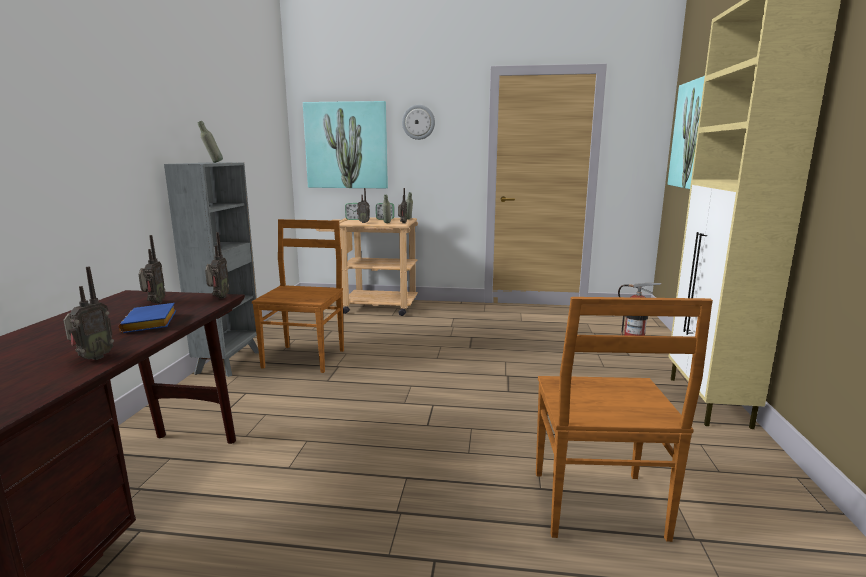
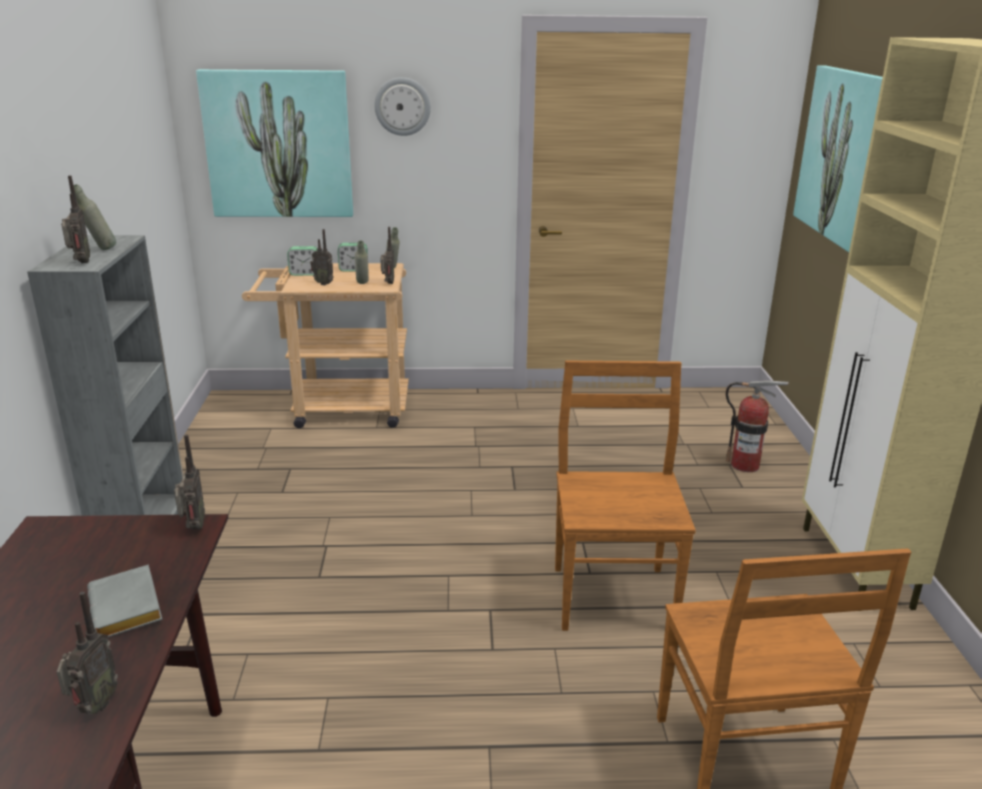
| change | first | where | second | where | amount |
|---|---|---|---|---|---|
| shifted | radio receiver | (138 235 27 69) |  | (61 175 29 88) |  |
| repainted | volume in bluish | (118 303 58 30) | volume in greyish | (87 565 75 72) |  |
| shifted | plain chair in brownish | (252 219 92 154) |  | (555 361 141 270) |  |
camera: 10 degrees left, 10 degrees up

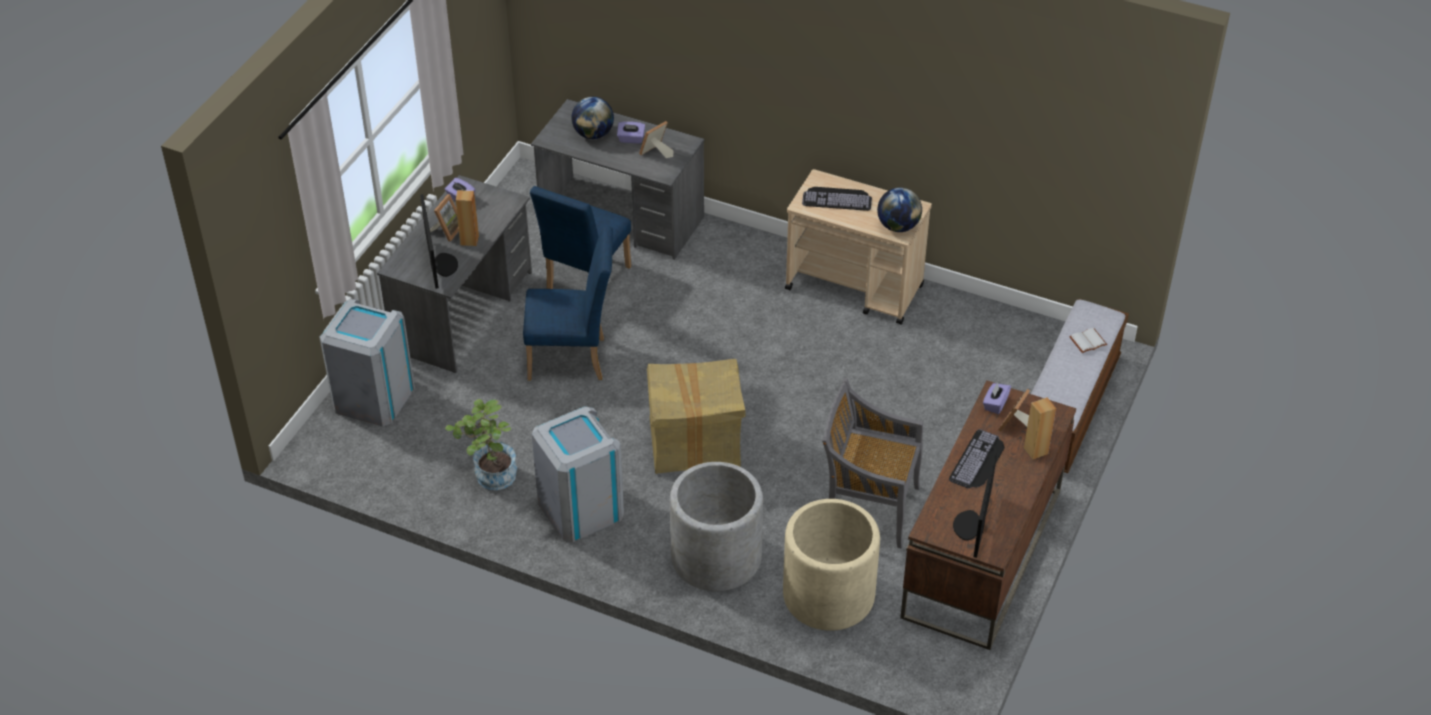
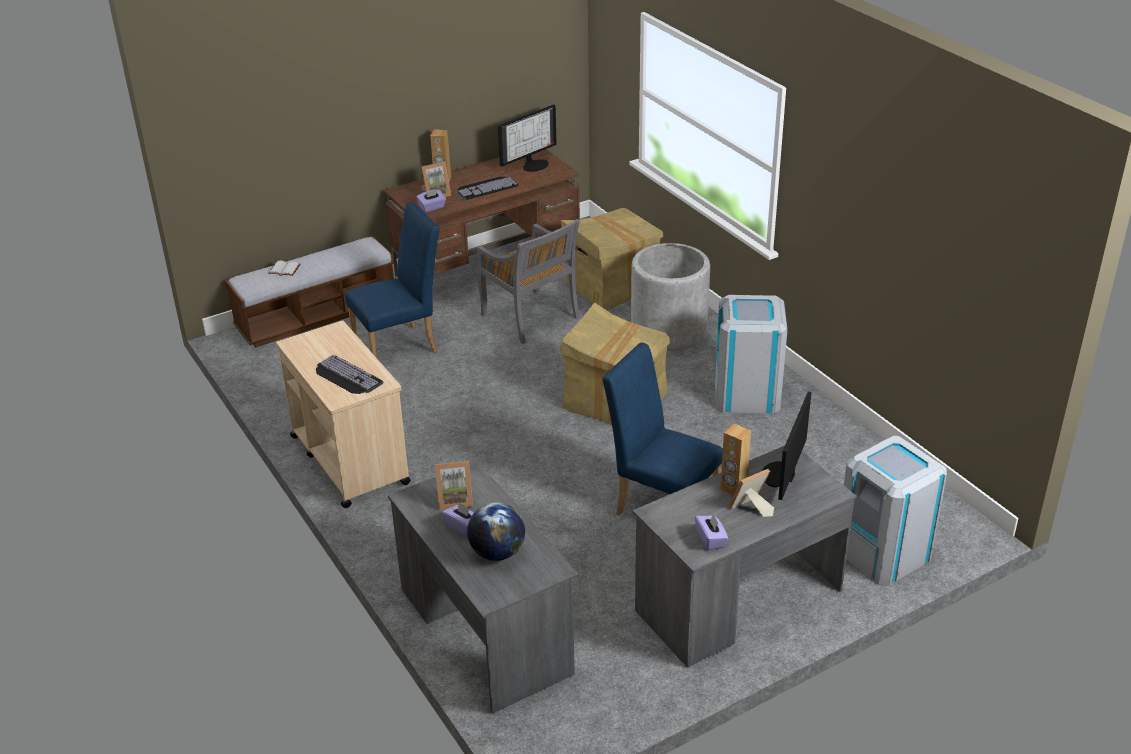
| change | first | where | second | where | amount |
|---|---|---|---|---|---|
| shifted | plain chair in bluish | (530 186 101 103) |  | (345 202 95 155) |  |
| swapped | planter in beige-coloured | (783 499 97 132) | carton | (560 208 103 102) |  |
| gone | houseplant | (445 399 72 91) |  |  |  |
| gone | world globe | (877 188 45 44) |  |  |  |
camera: 145 degrees left, 10 degrees down

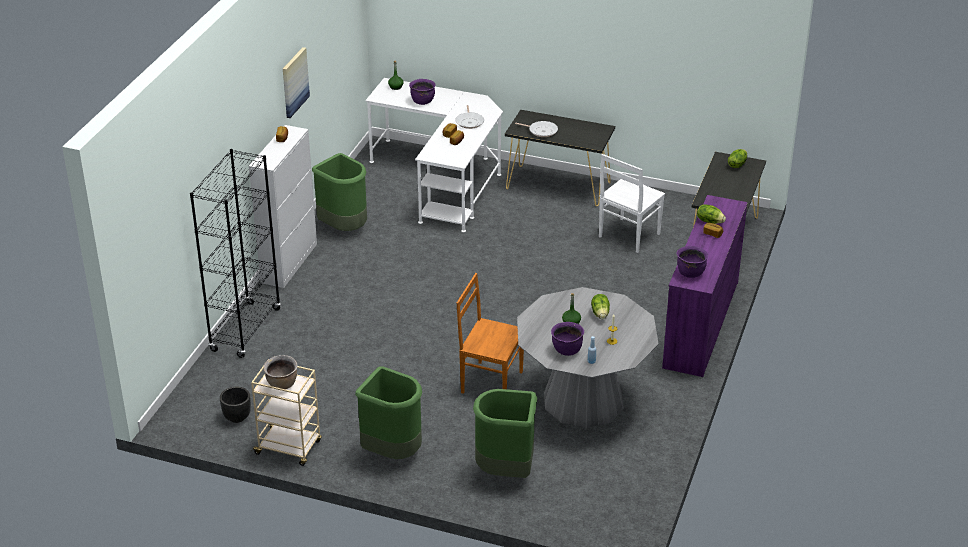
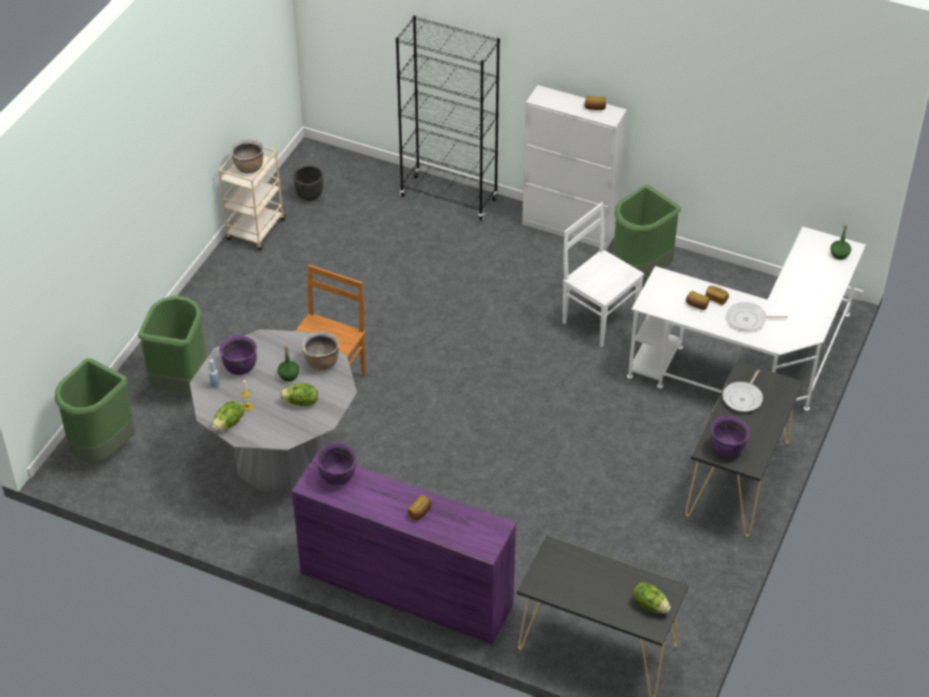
| change | first | where | second | where | amount |
|---|---|---|---|---|---|
| shifted | trash can in greenish | (355 366 67 93) |  | (55 358 80 104) |  |
| shifted | lettuce head | (697 204 29 20) |  | (212 401 32 30) |  |
| new |  |  | stockpot in brownish | (302 331 37 40) |  |
| shifted | plain chair in white-coloured | (599 154 66 99) |  | (563 202 81 145) |  |
| shifted | stockpot in purple | (409 79 27 26) |  | (711 416 39 41) |  |
| gone | wall picture | (283 47 27 71) |  |  |  |
camera: 95 degrees right, 10 degrees up

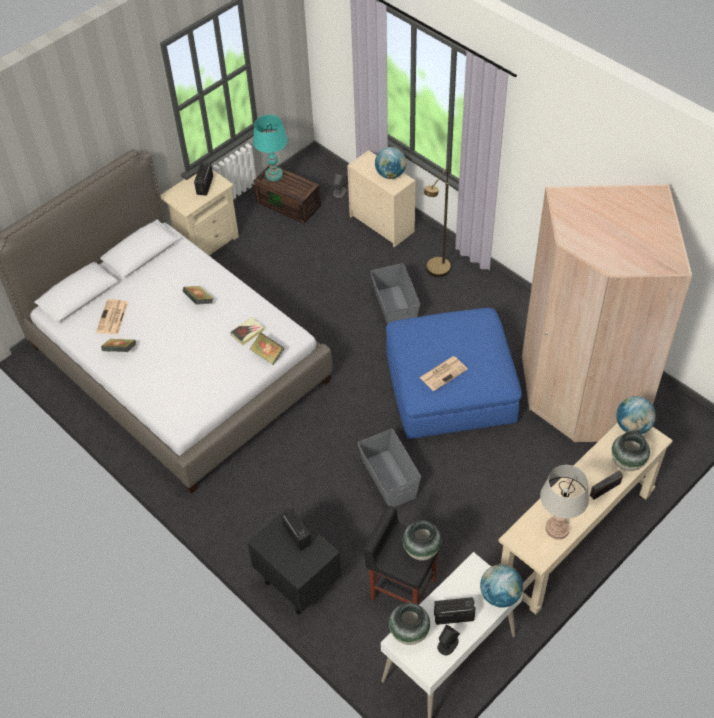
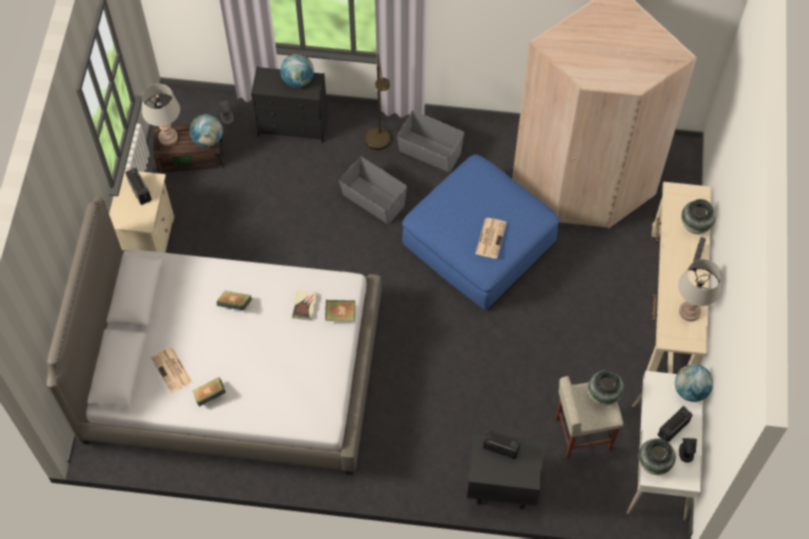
| change | first | where | second | where | amount |
|---|---|---|---|---|---|
| repainted | tabletop lamp in turquoise | (253 115 35 66) | tabletop lamp in greyish | (142 84 38 62) |  |
| shifted | world globe | (616 396 40 38) |  | (190 114 33 33) |  |
| repainted | drawer chest in beige-coloured | (347 150 69 97) | drawer chest in blackish | (251 67 77 76) |  |
| shifted | storage box in greyish | (358 429 63 78) |  | (397 110 67 63) |  |
| repainted | sitting stool in blackish | (363 506 78 99) | sitting stool in beige-coloured | (556 376 67 82) |  |
camera: 40 degrees left, 10 degrees up

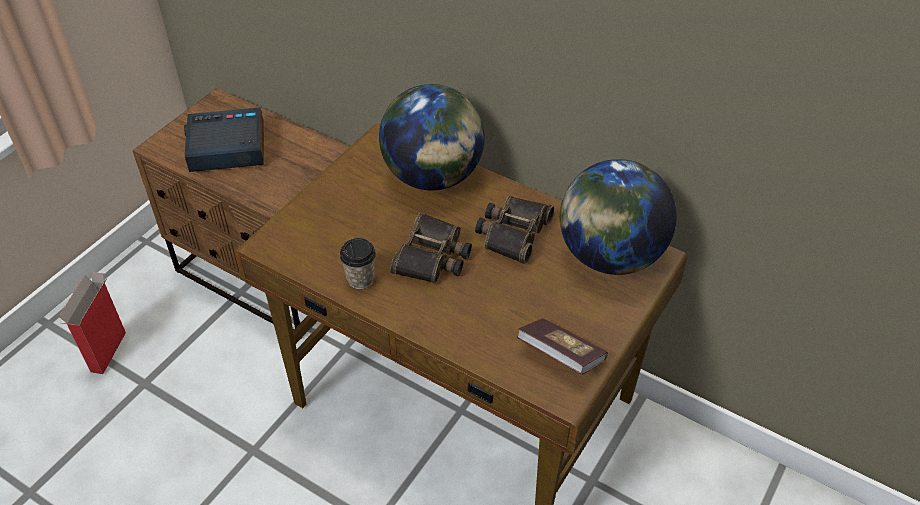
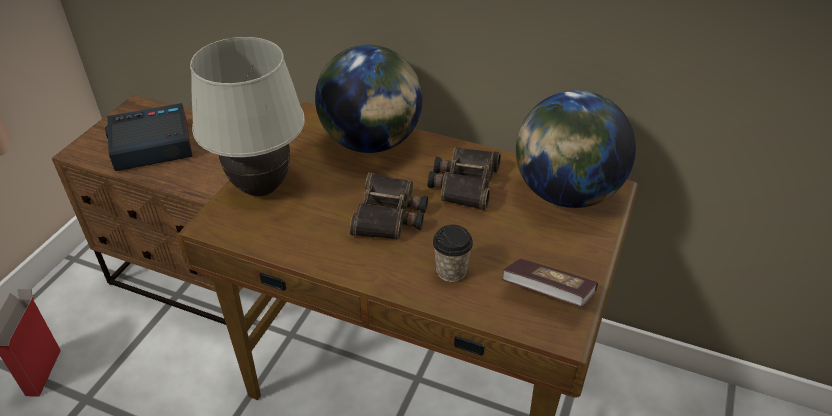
| change | first | where | second | where | amount |
|---|---|---|---|---|---|
| new |  |  | tabletop lamp in white-coloured | (190 37 115 159) |  |
| shifted | drinking cup | (340 238 36 51) |  | (433 225 40 57) |  |
camera: 10 degrees left, 5 degrees down

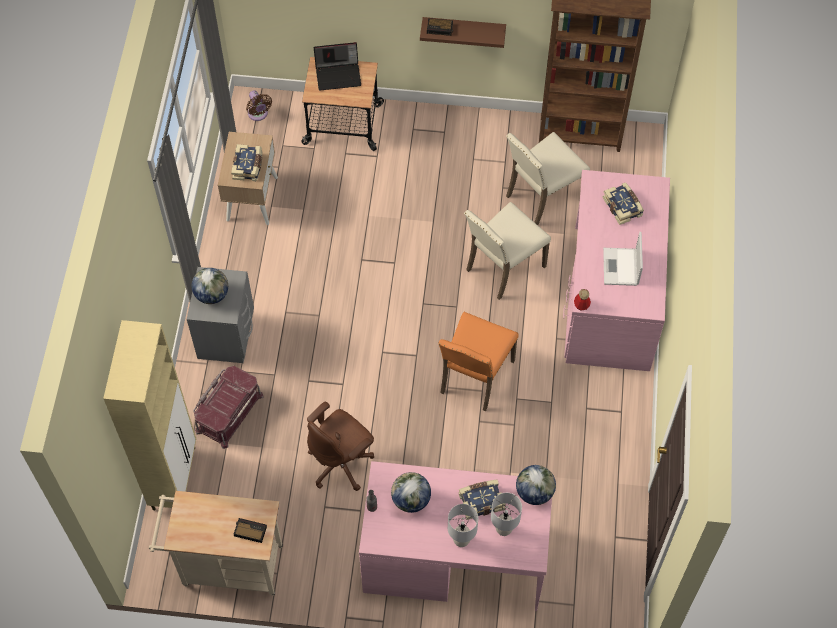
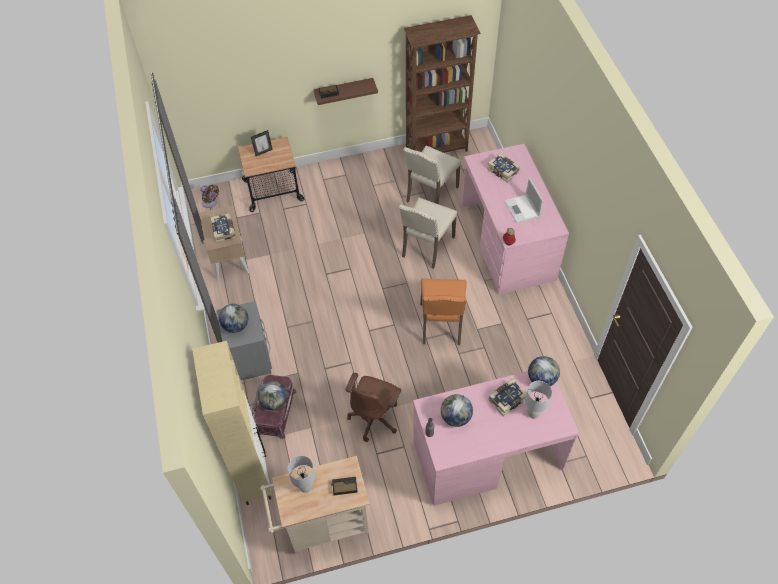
| change | first | where | second | where | amount |
|---|---|---|---|---|---|
| swapped | laptop | (314 42 47 49) | picture frame | (251 130 22 26) |  |
| new |  |  | world globe | (258 381 29 29) |  |
| shifted | tabletop lamp in greyish | (448 504 30 43) |  | (288 456 27 37) |  |
camera: 20 degrees left, 5 degrees down

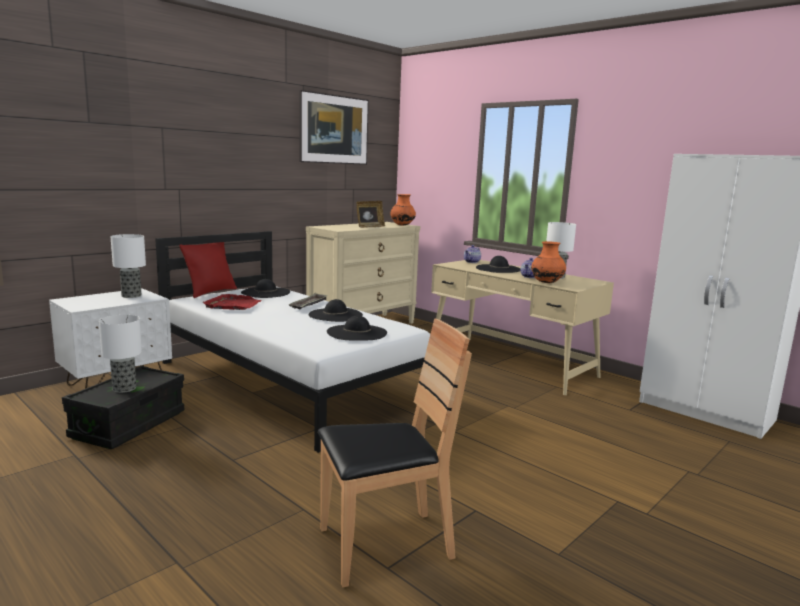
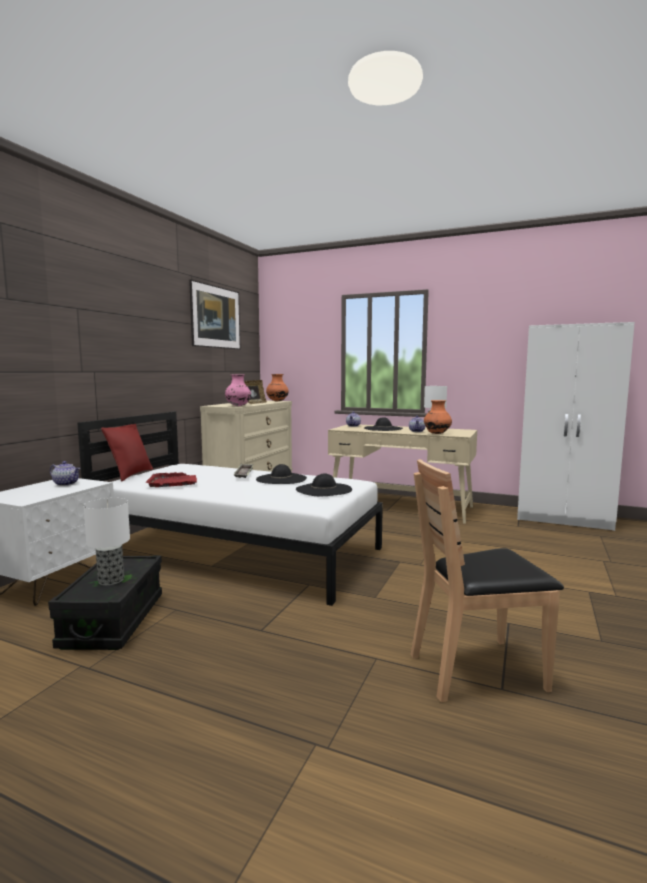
| change | first | where | second | where | amount |
|---|---|---|---|---|---|
| swapped | tabletop lamp | (110 234 36 64) | pot for tea | (50 461 30 25) |  |
| new |  |  | decorative vase in pink-coloured | (225 374 26 32) |  |
| rotated | plain chair in brownish | (318 318 154 269) |  | (411 459 153 243) | 150 degrees counterclockwise |
| gone | wearable hat in blackish | (241 279 49 19) |  |  |  |
camera: 20 degrees left, 5 degrees down

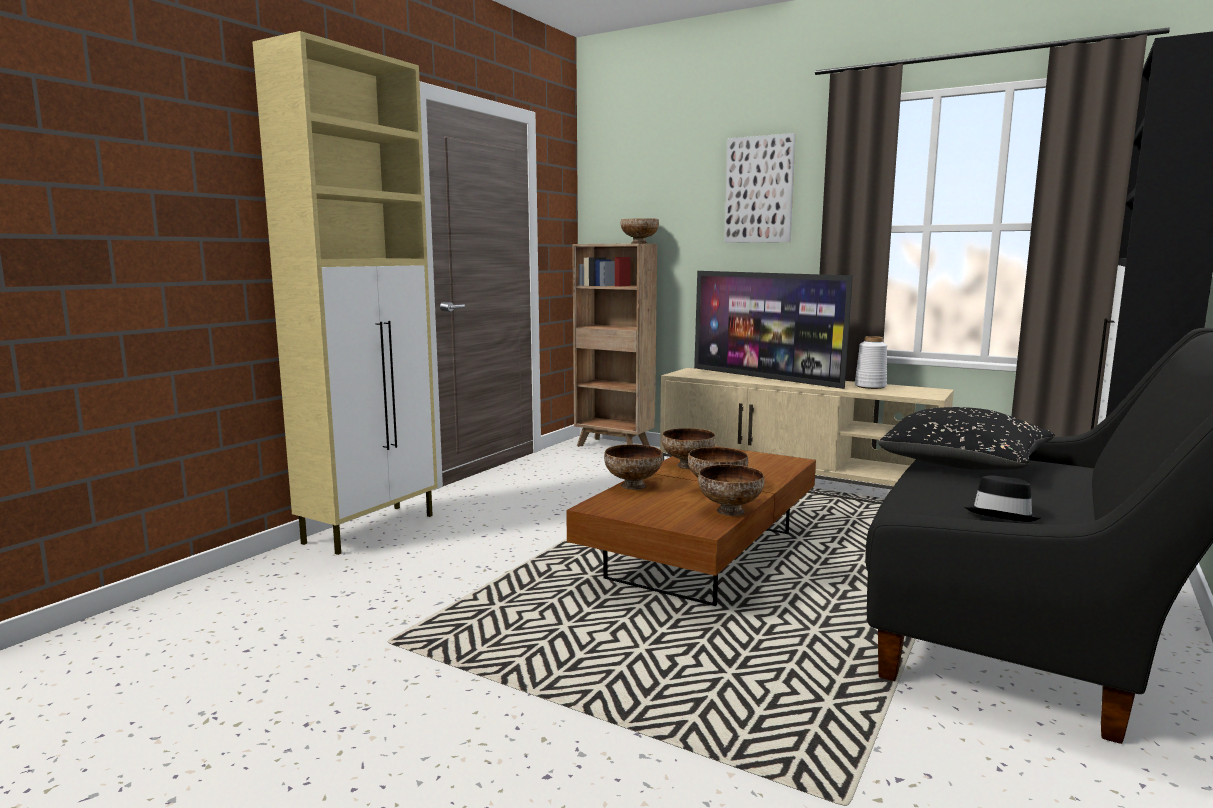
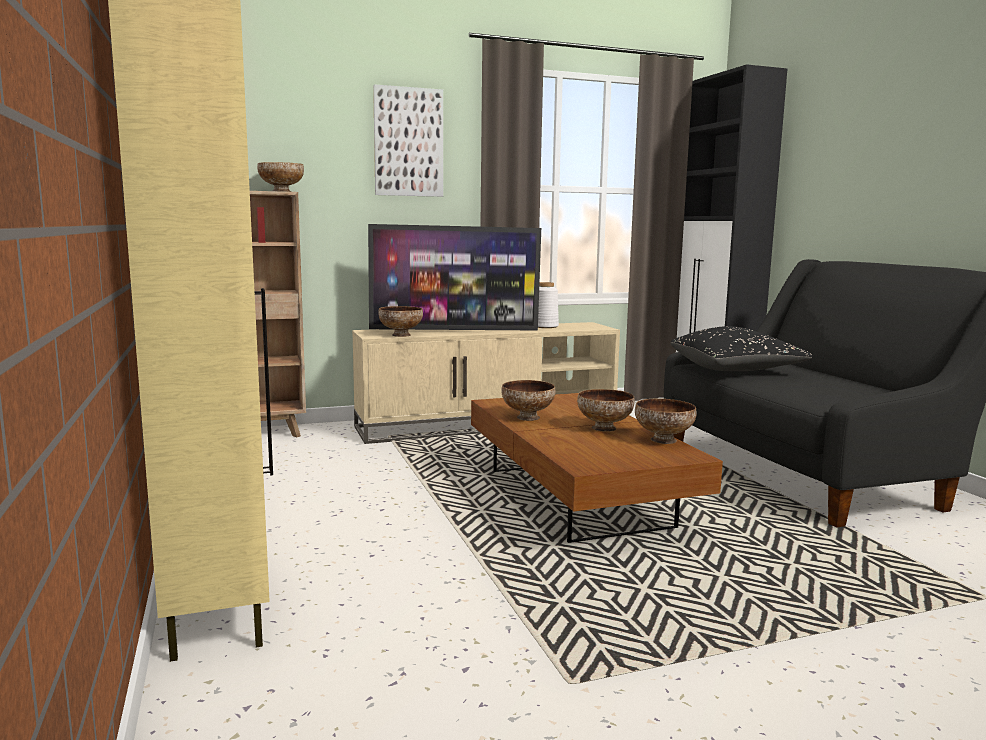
| change | first | where | second | where | amount |
|---|---|---|---|---|---|
| shifted | deep dish | (604 444 59 46) |  | (378 306 45 31) |  |
| gone | wearable hat in blackish | (965 476 76 46) |  |  |  |
camera: 50 degrees left, 0 degrees up

